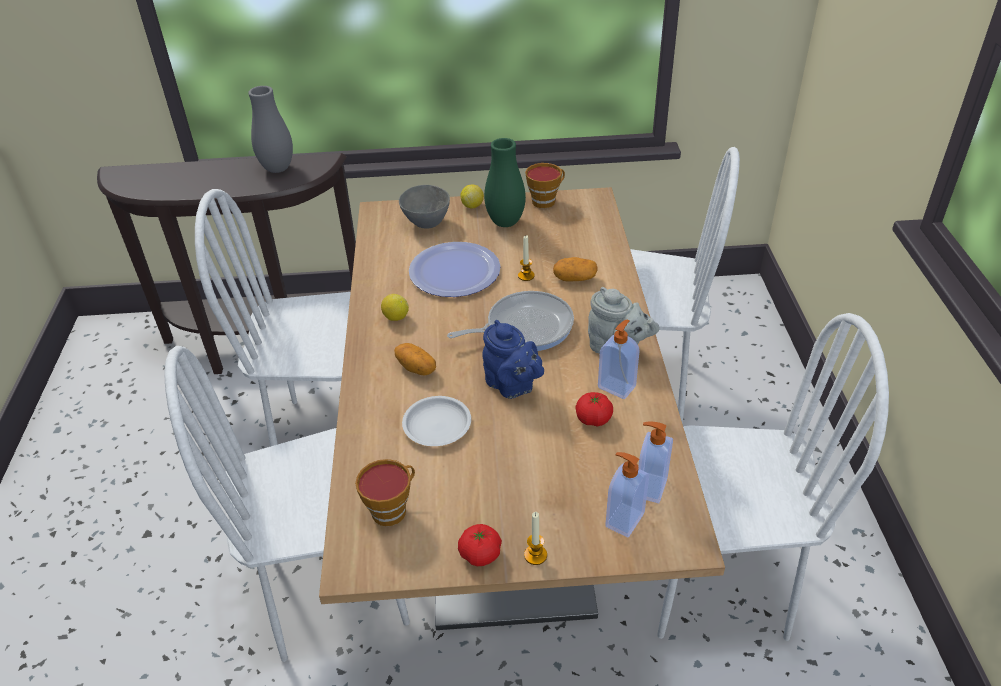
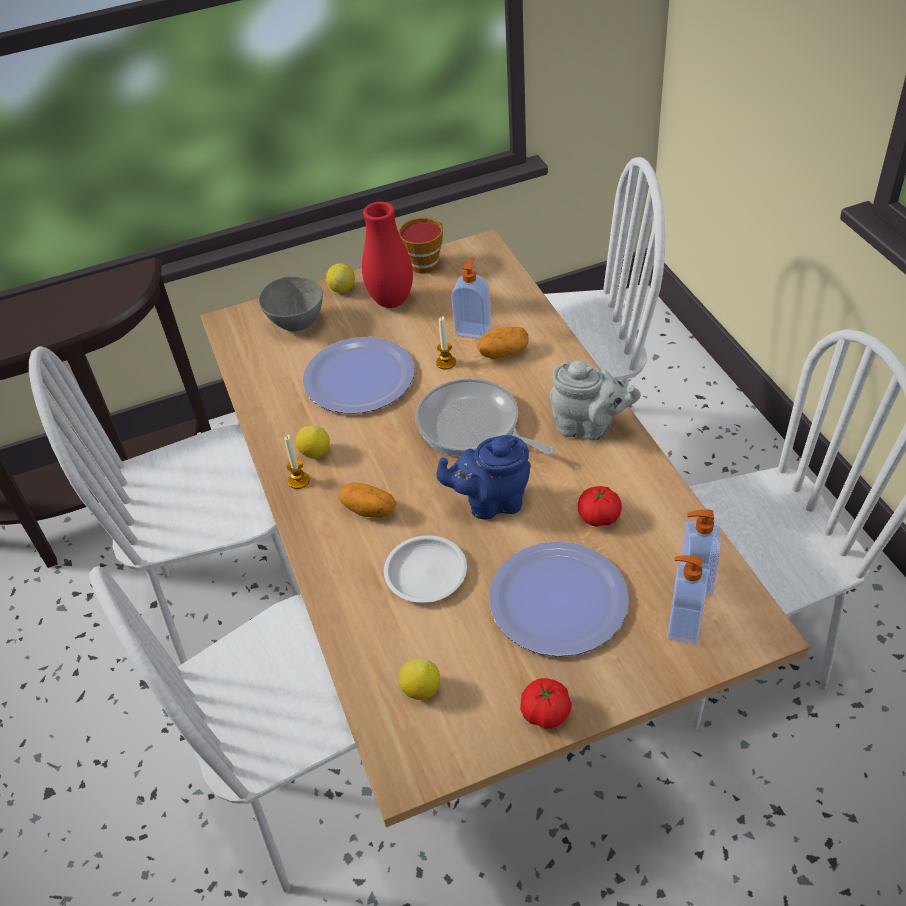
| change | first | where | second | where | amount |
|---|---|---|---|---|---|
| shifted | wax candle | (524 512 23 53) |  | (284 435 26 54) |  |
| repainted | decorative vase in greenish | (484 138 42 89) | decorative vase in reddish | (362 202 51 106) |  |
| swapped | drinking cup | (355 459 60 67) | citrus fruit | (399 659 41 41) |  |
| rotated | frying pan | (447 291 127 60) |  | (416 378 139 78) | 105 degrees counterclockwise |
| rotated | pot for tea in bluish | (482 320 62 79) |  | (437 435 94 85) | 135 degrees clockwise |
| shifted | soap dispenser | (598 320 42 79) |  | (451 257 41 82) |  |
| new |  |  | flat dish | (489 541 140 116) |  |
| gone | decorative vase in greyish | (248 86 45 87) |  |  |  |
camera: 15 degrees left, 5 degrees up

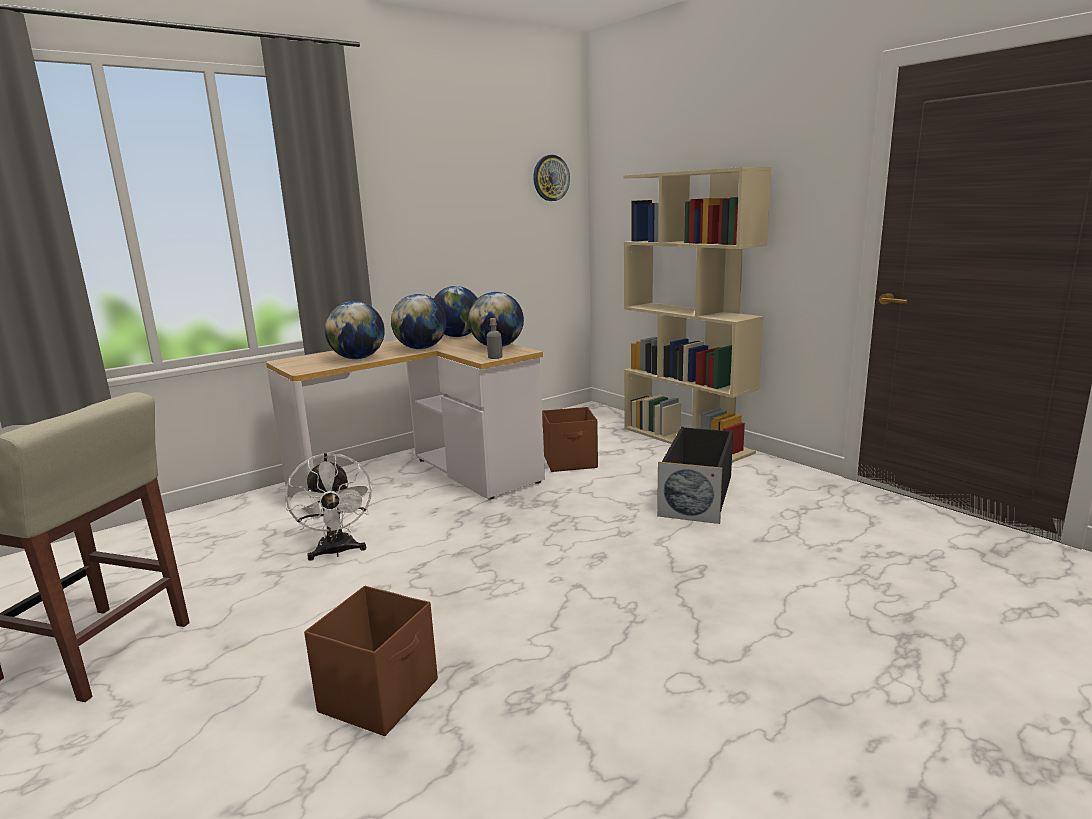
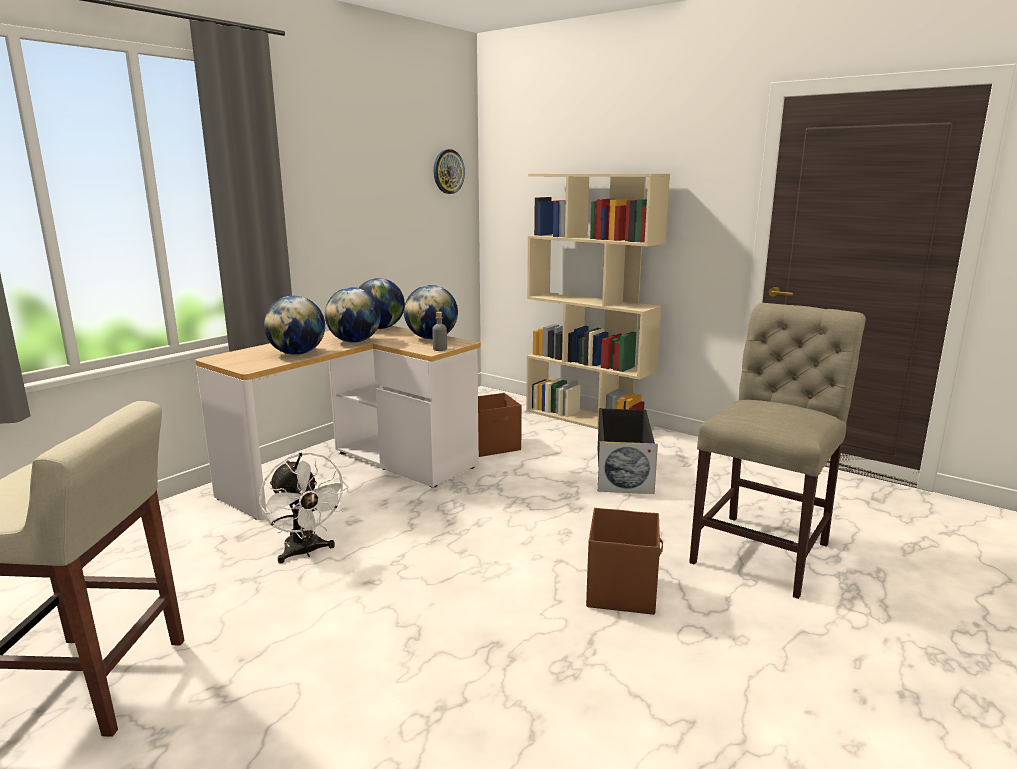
| change | first | where | second | where | amount |
|---|---|---|---|---|---|
| shifted | storage box in brownish | (304 586 134 150) |  | (586 508 77 107) |  |
| new |  |  | plain chair in beige-coloured | (689 303 177 296) |  |
camera: 15 degrees left, 0 degrees up

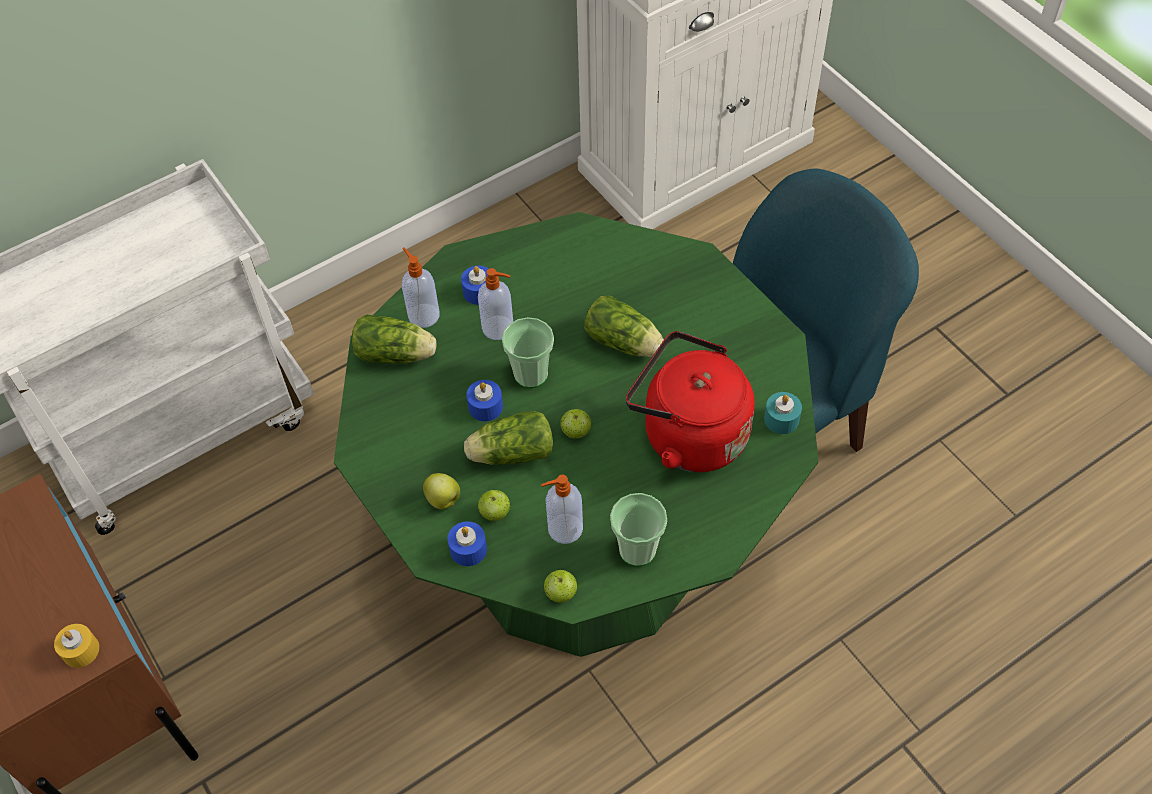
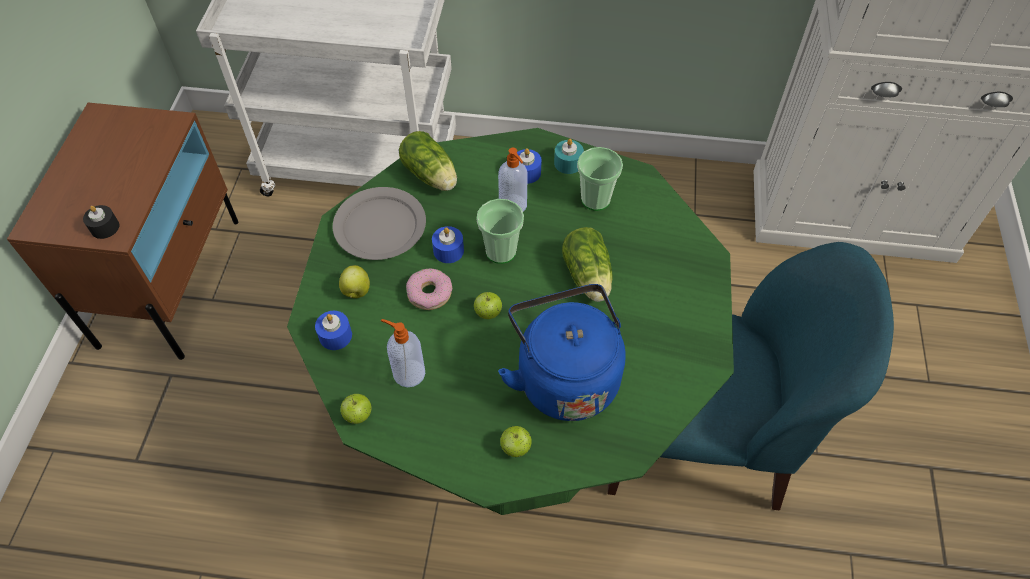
| change | first | where | second | where | amount |
|---|---|---|---|---|---|
| repainted | wax candle in yellow | (54 624 45 44) | wax candle in blackish | (83 205 36 34) |  |
| new |  |  | flat dish in greyish | (333 187 93 73) |  |
| swapped | lettuce head | (464 411 89 54) | donut | (406 268 46 42) |  |
| repainted | tea kettle in reddish | (626 331 129 141) | tea kettle in bluish | (498 284 128 137) |  |
| shifted | apple | (478 490 32 31) |  | (500 426 32 31) |  |
| shifted | wax candle in turquoise | (764 392 38 42) |  | (554 139 30 35) |  |
| shifted | drinking cup | (610 493 57 74) |  | (577 147 46 64) |  |
| gone | soap dispenser | (402 247 38 81) |  |  |  |
camera: 40 degrees right, 0 degrees up

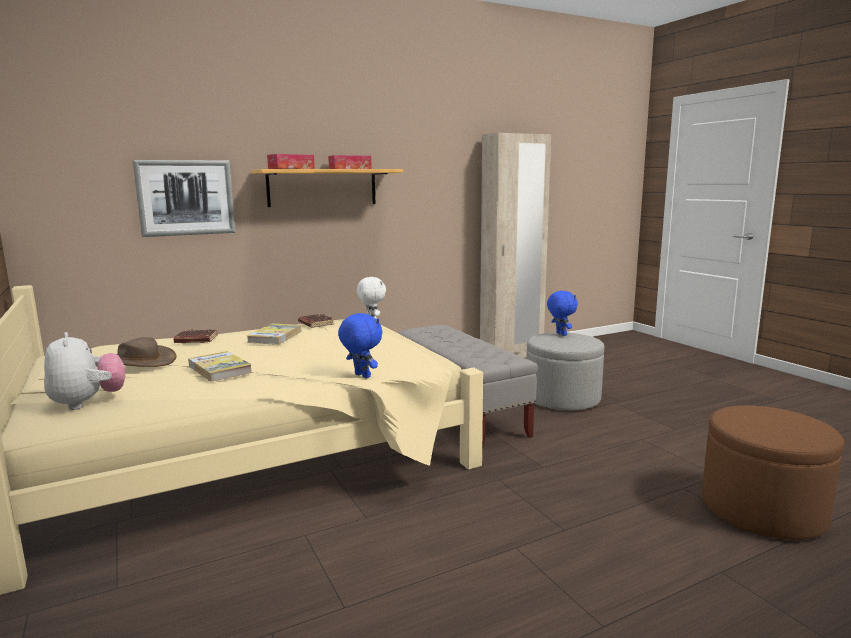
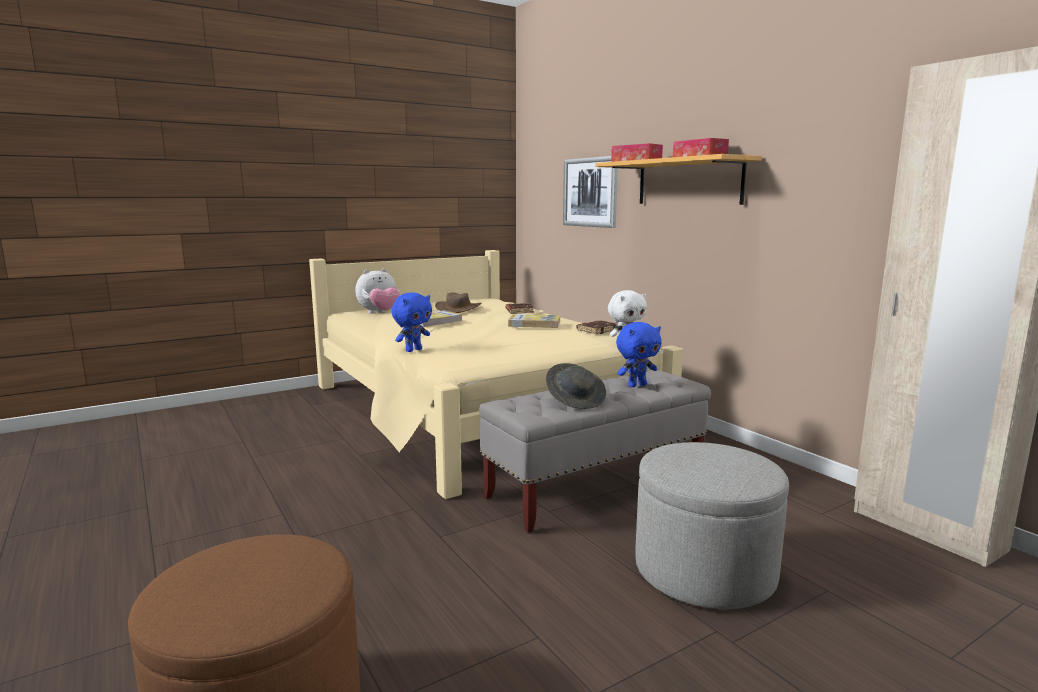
| change | first | where | second | where | amount |
|---|---|---|---|---|---|
| new |  |  | wearable hat in greyish | (546 363 60 46) |  |
| shifted | cuddly toy in bluish | (547 291 31 45) |  | (616 322 46 65) |  |
camera: 85 degrees right, 0 degrees up

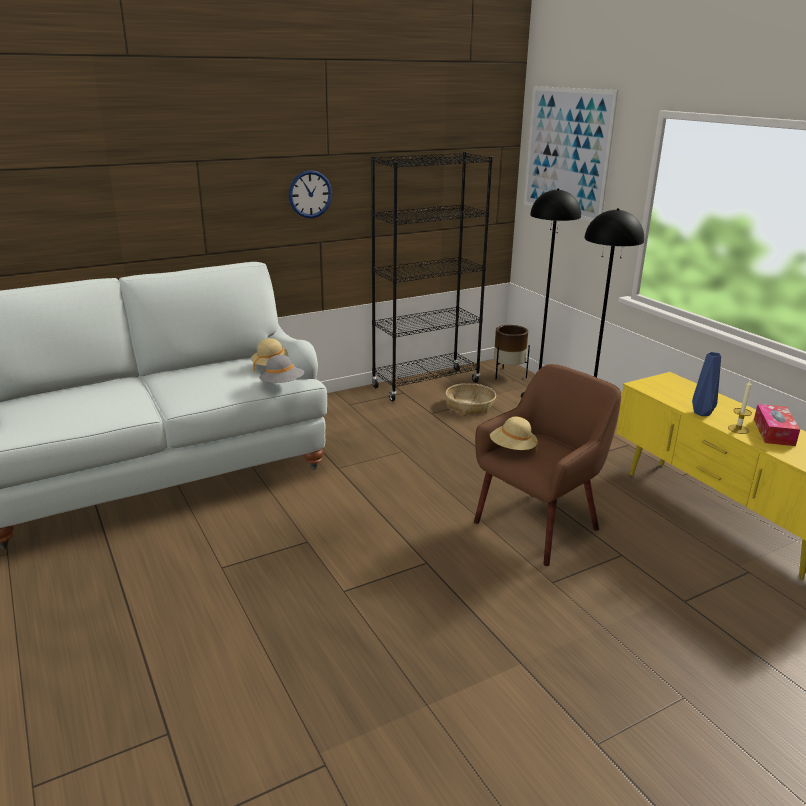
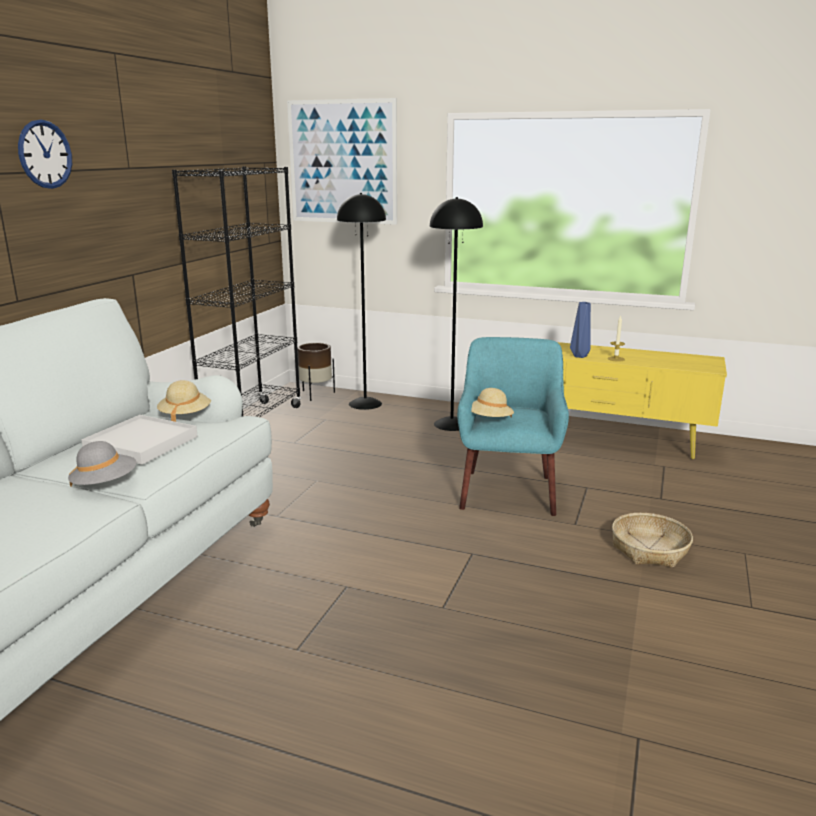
| change | first | where | second | where | amount |
|---|---|---|---|---|---|
| shifted | hanging clock | (289 170 43 48) |  | (18 120 54 69) |  |
| shifted | wearable hat in greyish | (259 355 46 28) |  | (68 441 68 45) |  |
| new |  |  | carrying tray in white-coloured | (81 415 117 50) |  |
| repainted | easy chair in brownish | (474 364 147 202) | easy chair in turquoise | (457 337 112 179) |  |
| shifted | basket | (445 383 51 32) |  | (612 513 81 55) |  |
| gone | tissue holder | (754 404 46 42) |  |  |  |
camera: 40 degrees left, 5 degrees down

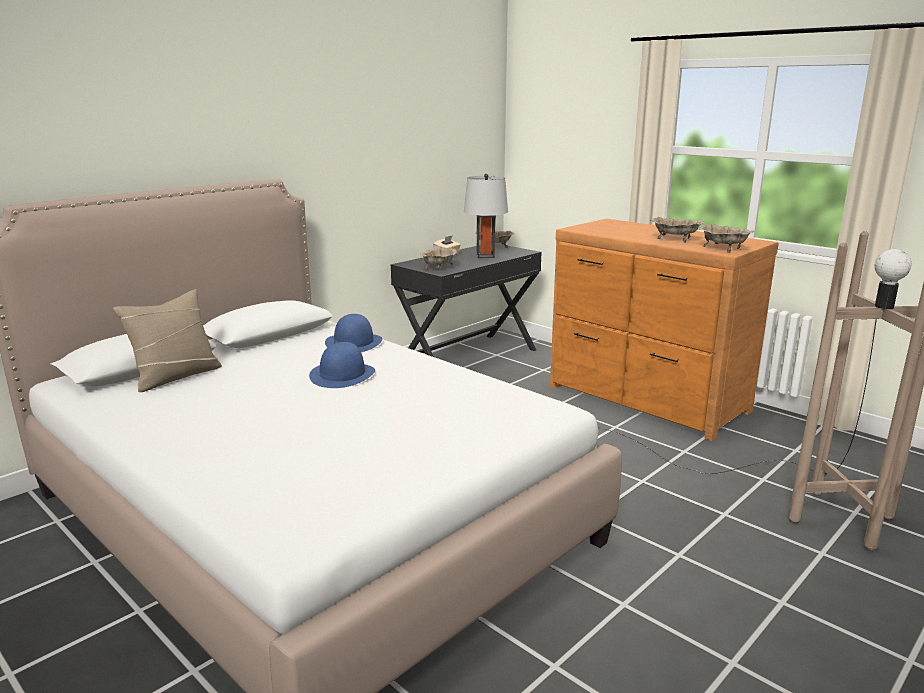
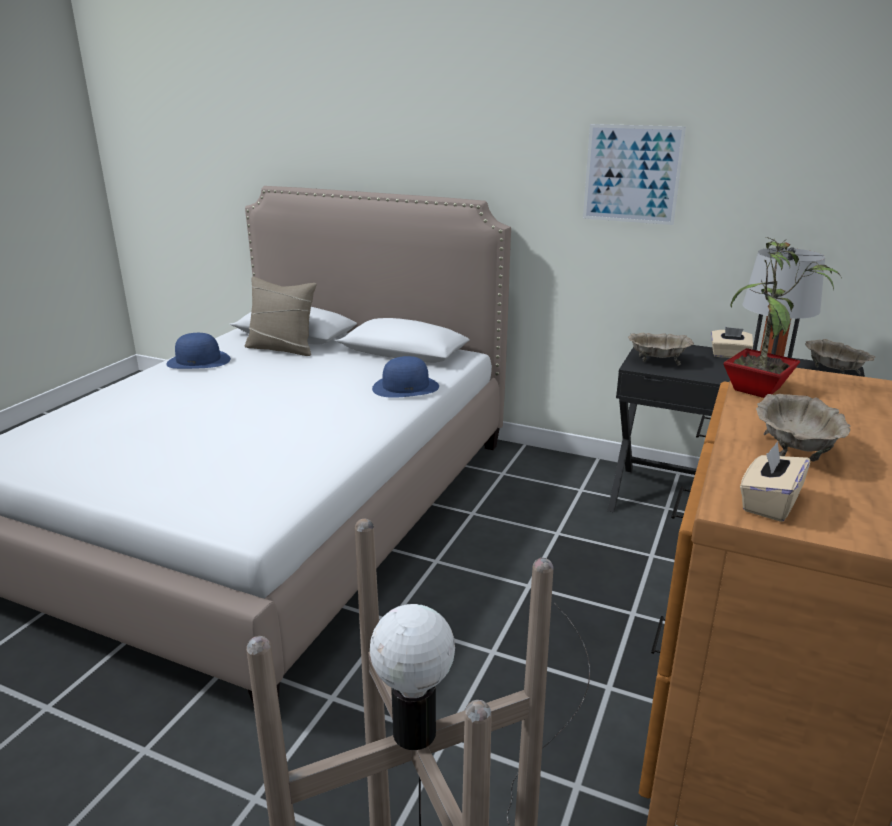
| change | first | where | second | where | amount |
|---|---|---|---|---|---|
| shifted | wearable hat in bluish | (309 342 66 46) |  | (166 333 65 36) |  |
| new |  |  | wall picture | (583 124 103 101) |  |
| new |  |  | houseplant | (723 237 119 161) |  |
| swapped | deep dish in beige-coloured | (699 224 56 29) | tissue holder in beige-coloured | (740 441 70 81) |  |
camera: 70 degrees right, 5 degrees up

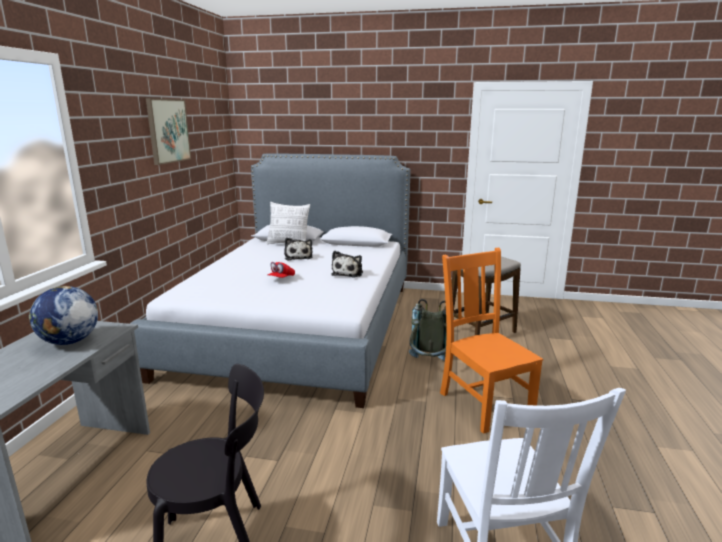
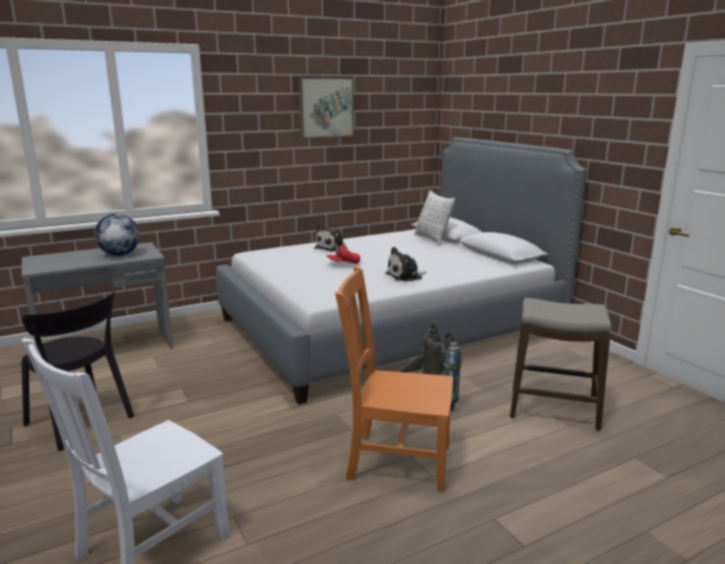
| change | first | where | second | where | amount |
|---|---|---|---|---|---|
| shifted | cuddly toy | (284 238 29 23) |  | (314 225 33 27) |  |
| rotated | plain chair in orange | (440 248 103 186) |  | (335 266 118 227) | 105 degrees counterclockwise |
camera: 50 degrees right, 0 degrees up

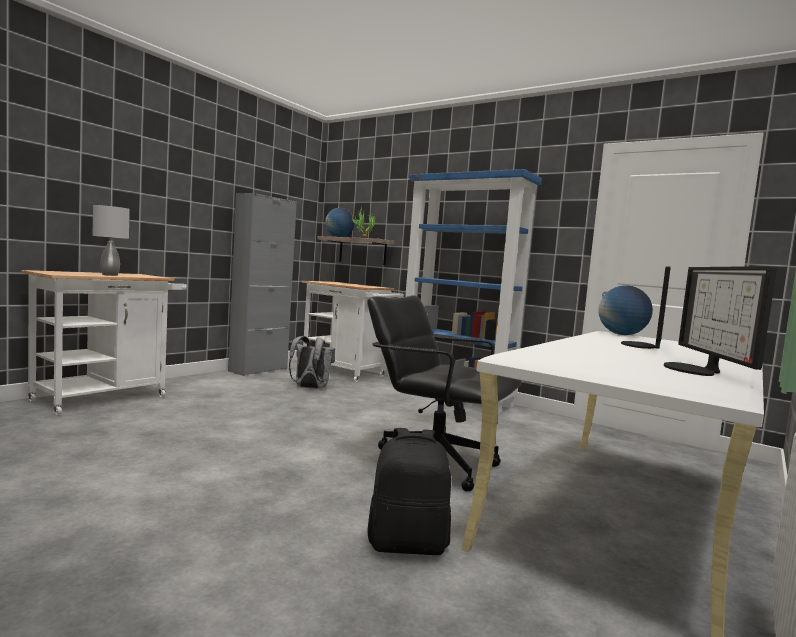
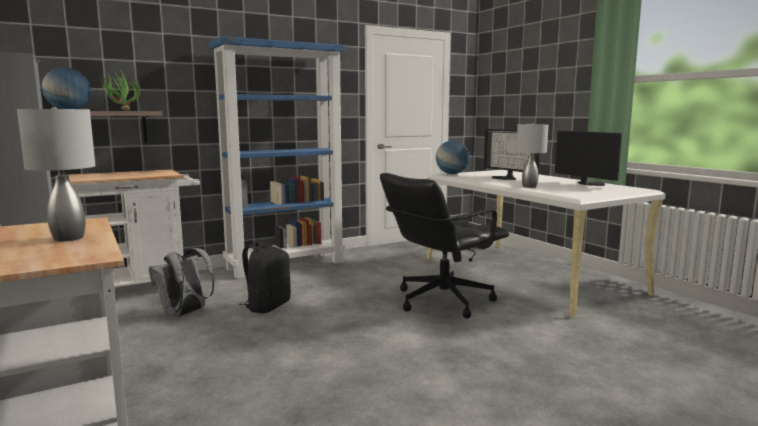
| change | first | where | second | where | amount |
|---|---|---|---|---|---|
| shifted | knapsack in blackish | (367 428 84 127) |  | (239 241 52 73) |  |
| new |  |  | tabletop lamp in greyish | (516 123 32 65) |  |
| rotated | computer screen | (664 266 113 110) |  | (555 131 67 55) | 150 degrees counterclockwise |
camera: 65 degrees left, 5 degrees up

